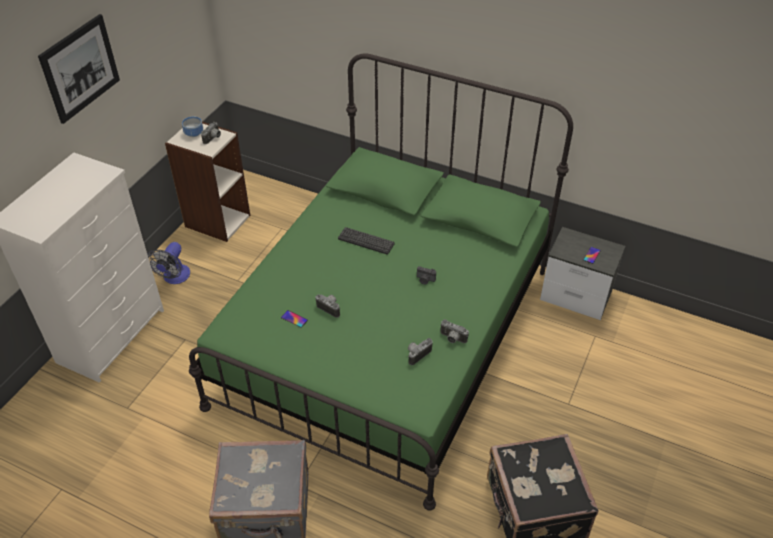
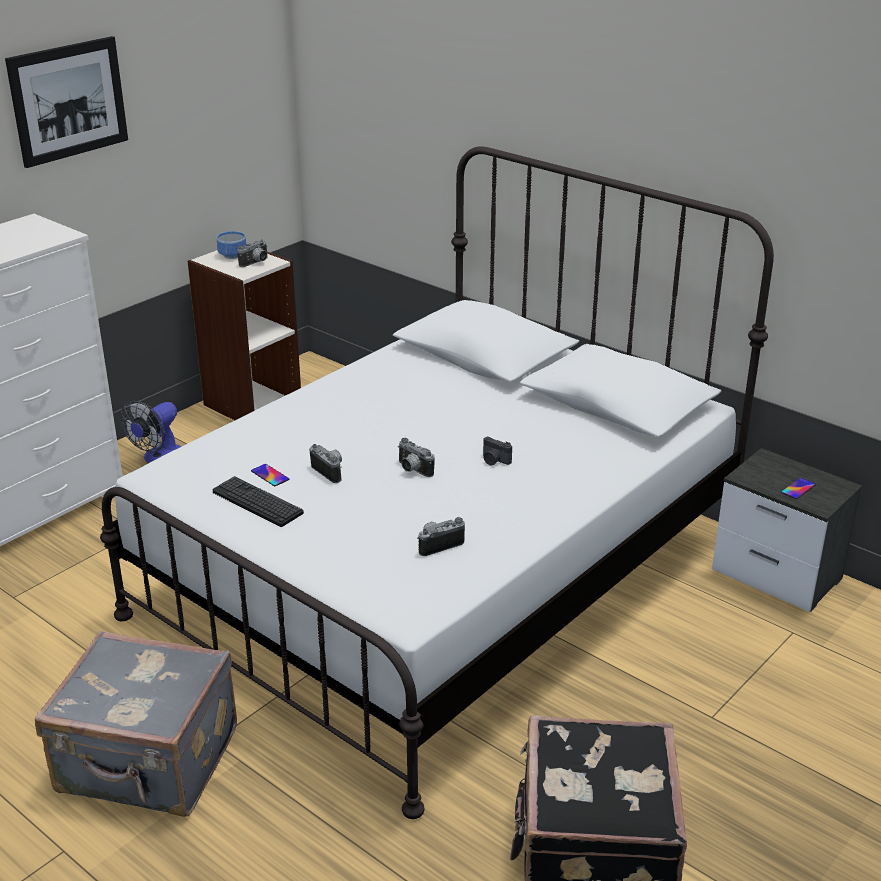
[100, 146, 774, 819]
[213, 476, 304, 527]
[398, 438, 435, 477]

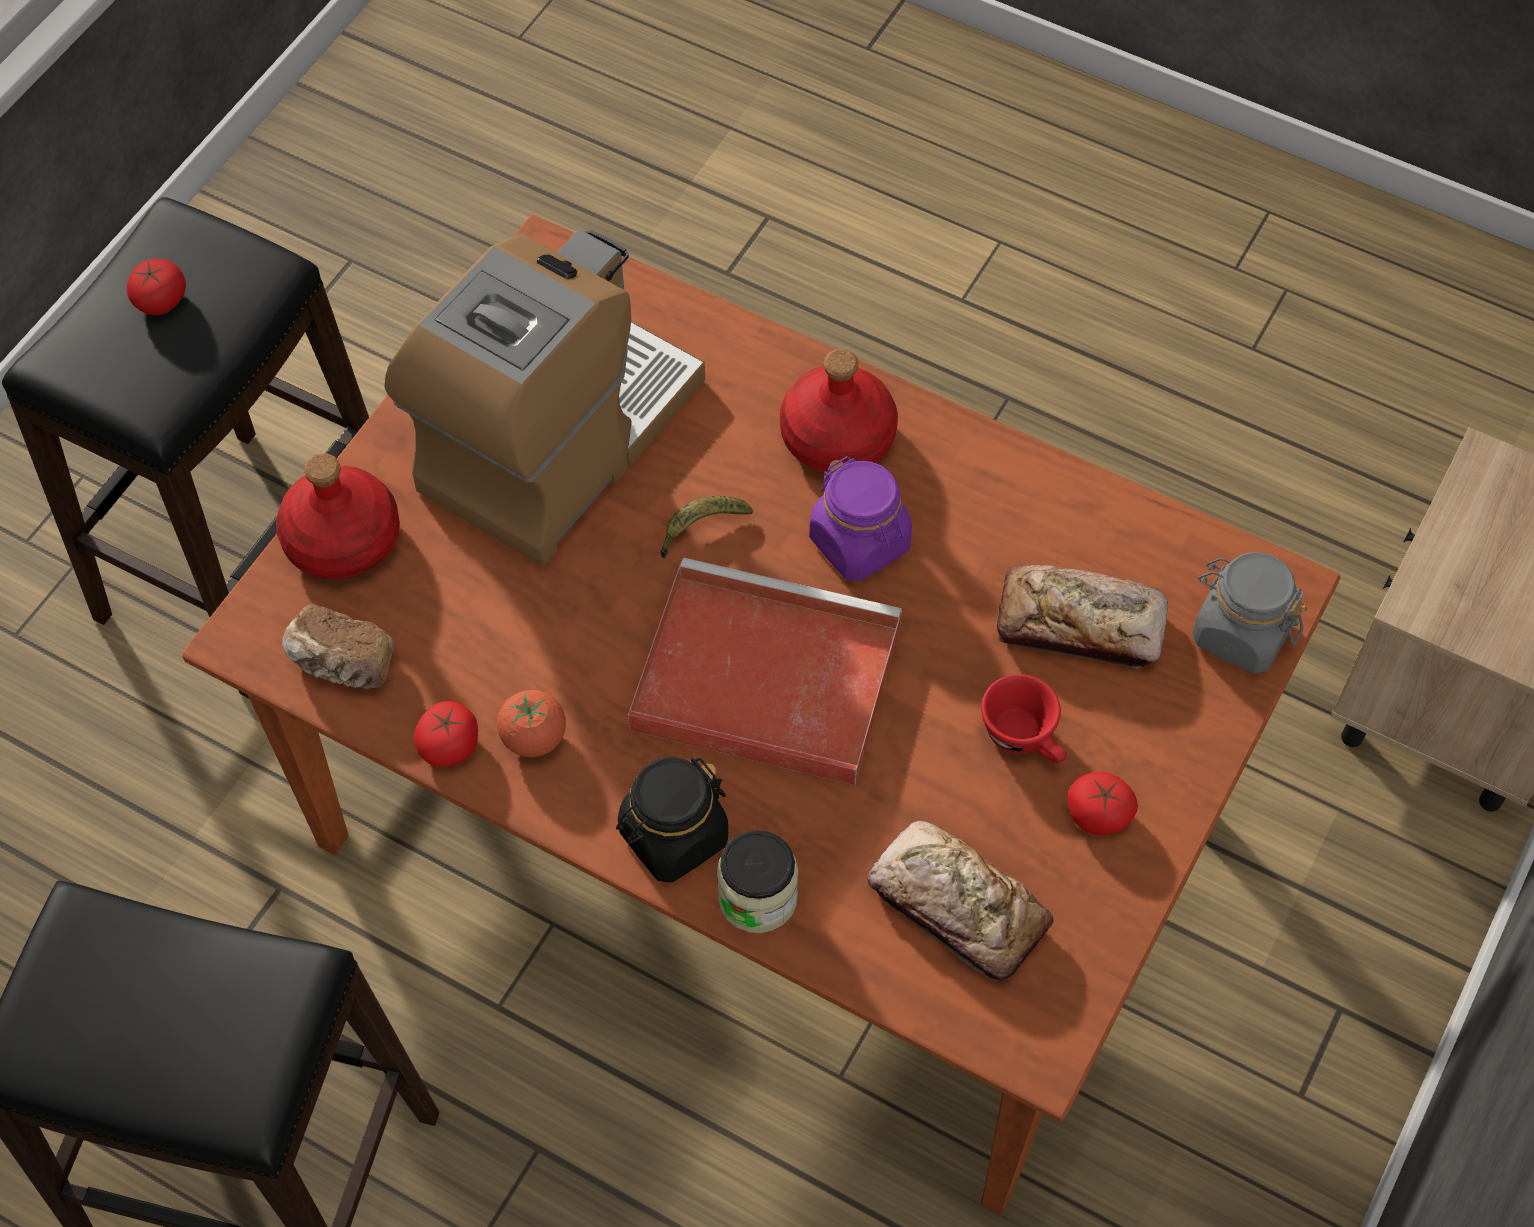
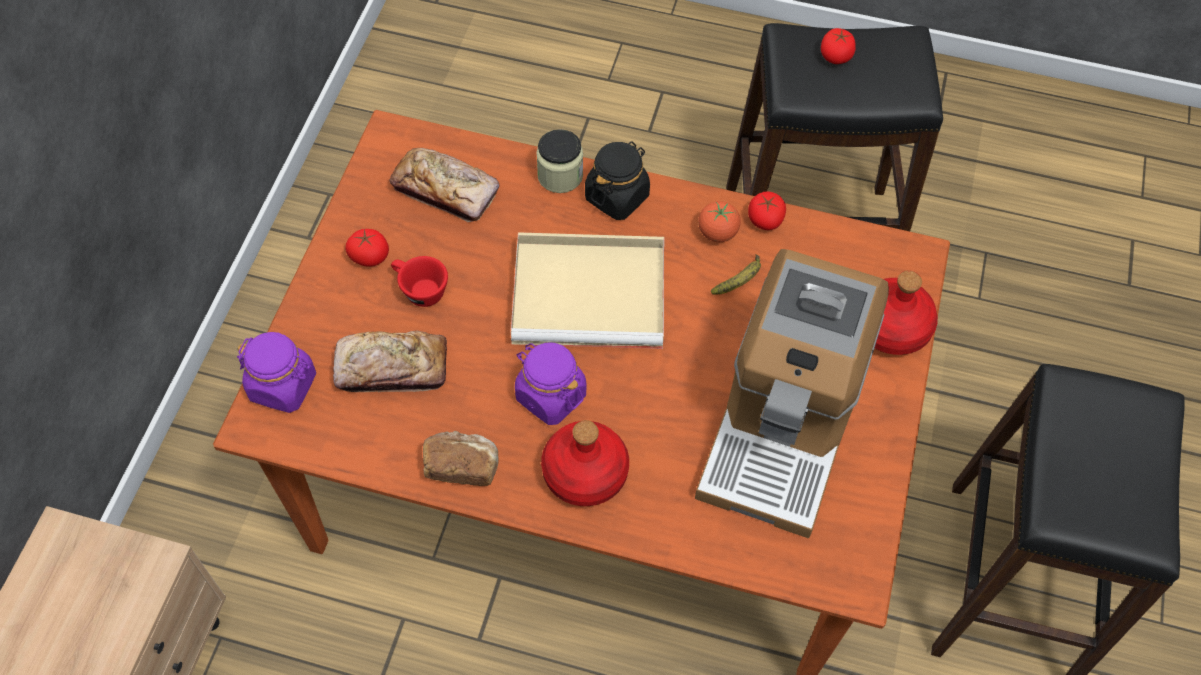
[821, 28, 856, 64]
[711, 254, 761, 294]
[237, 332, 316, 413]
[511, 232, 664, 349]
[423, 431, 499, 486]

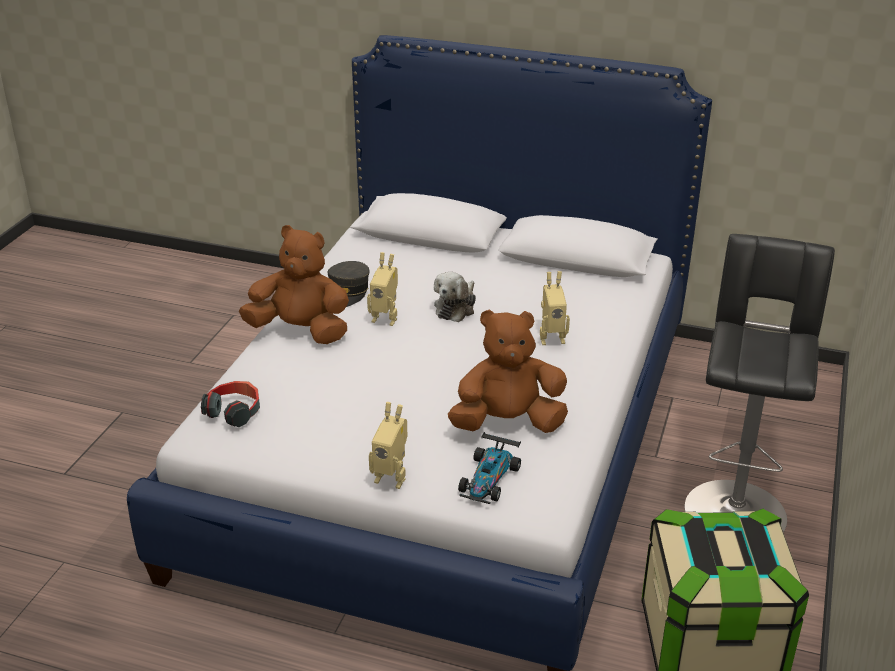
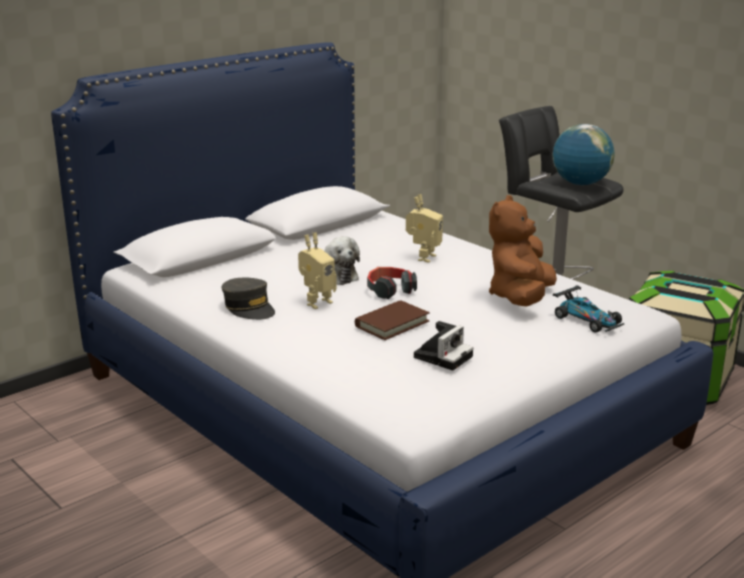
[239, 225, 349, 344] (first image)
[367, 267, 417, 299]
[369, 402, 407, 489] (first image)
[553, 124, 614, 185]
[355, 300, 430, 340]
[414, 321, 473, 371]

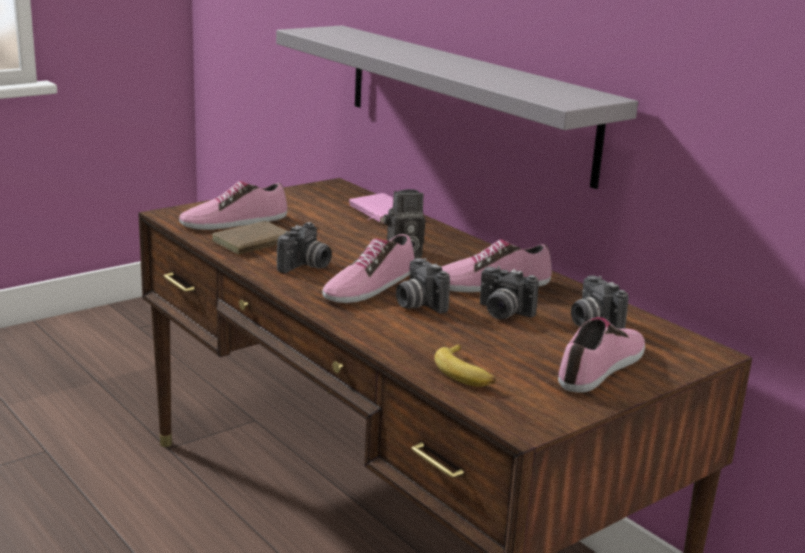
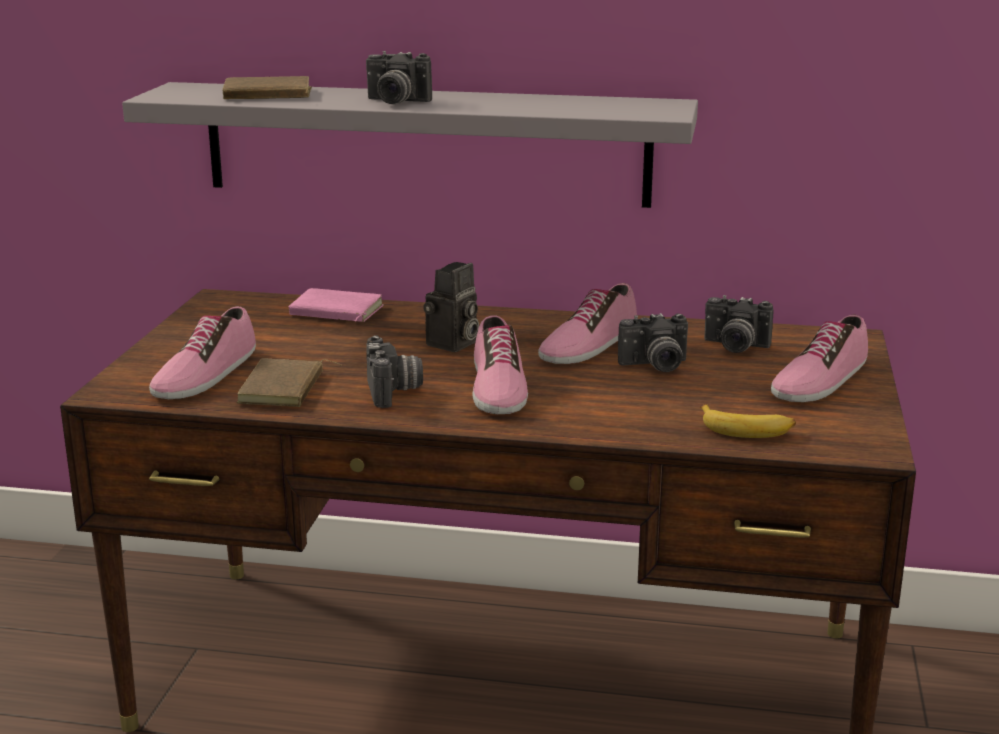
[366, 51, 432, 104]
[771, 314, 868, 402]
[222, 76, 312, 99]

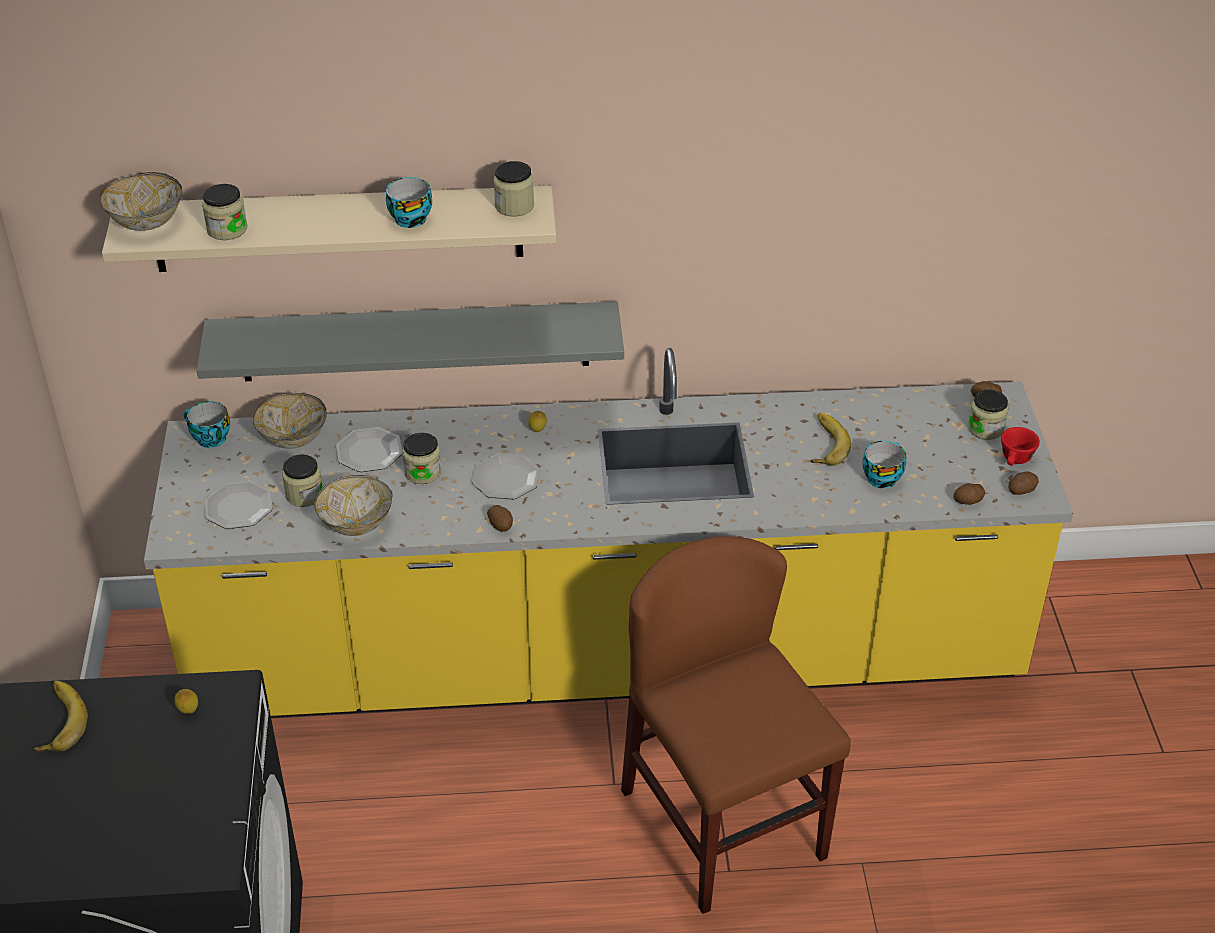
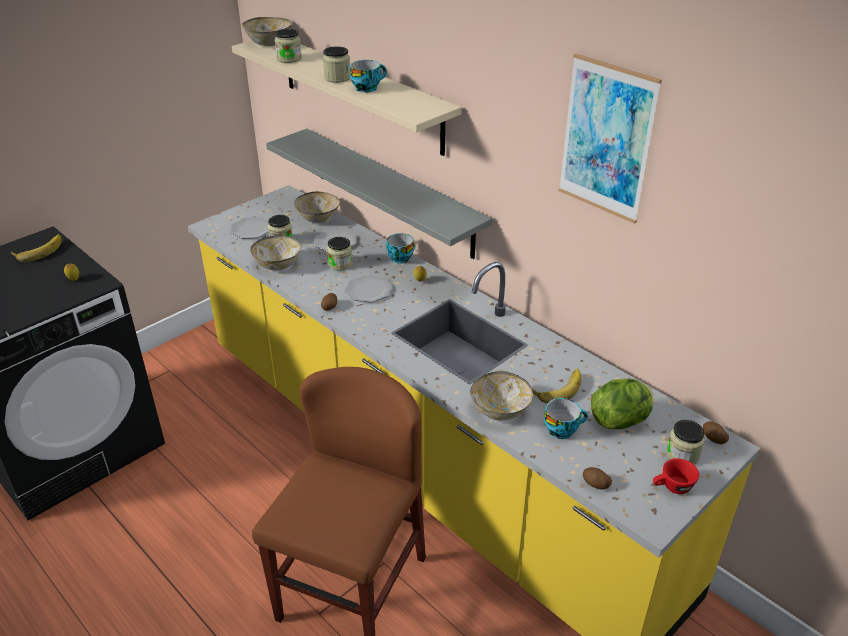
[323, 46, 350, 83]
[386, 233, 414, 264]
[1008, 472, 1039, 495] (first image)
[558, 53, 662, 224]
[470, 371, 533, 421]
[591, 379, 654, 429]

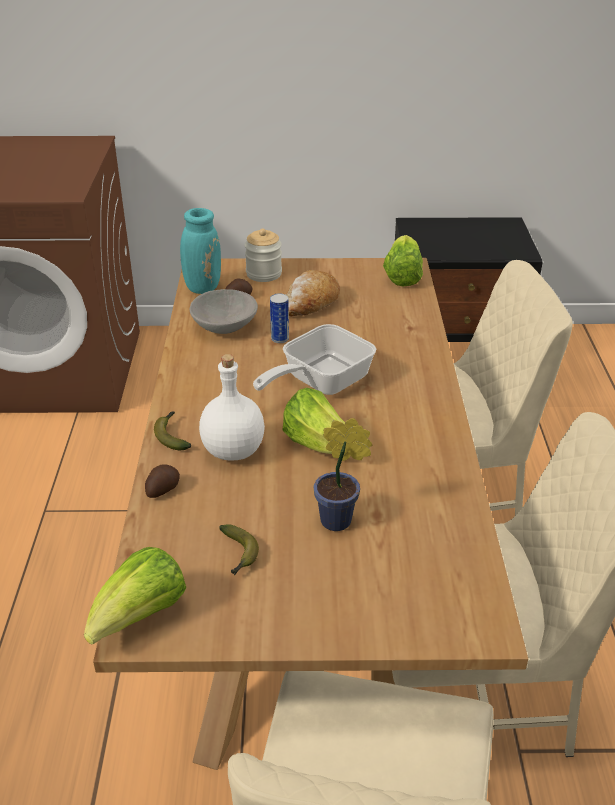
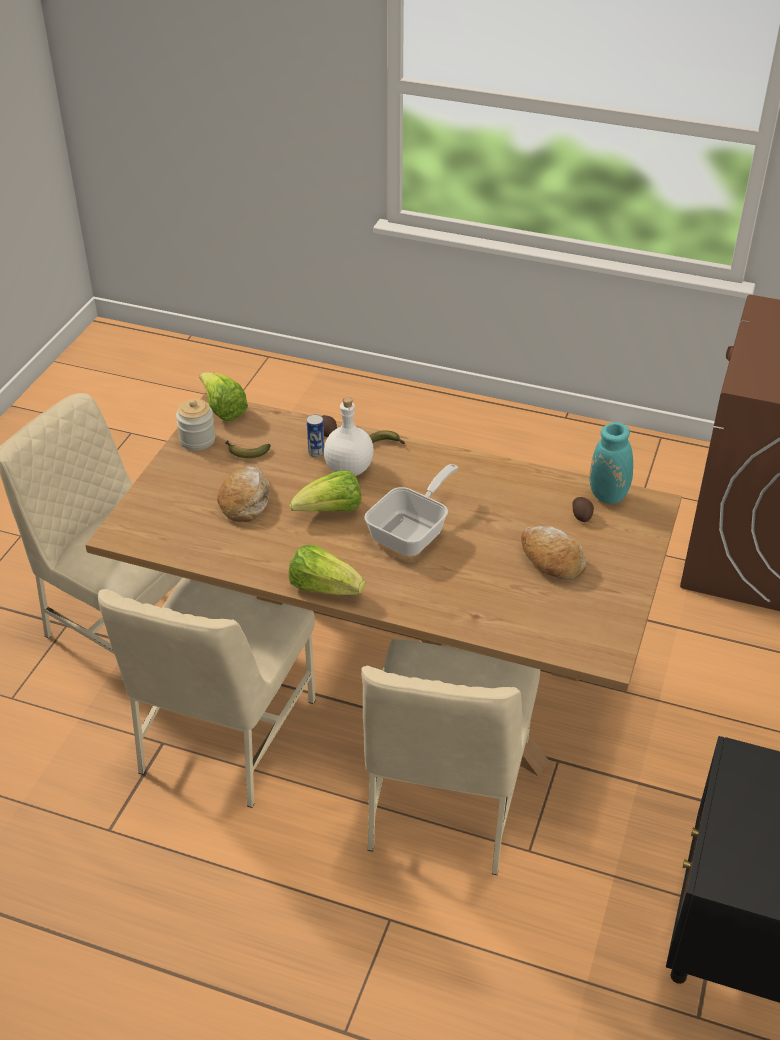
[176, 399, 215, 450]
[289, 545, 365, 595]
[190, 289, 258, 334] (first image)
[307, 414, 324, 458]
[364, 464, 458, 556]
[217, 466, 270, 522]

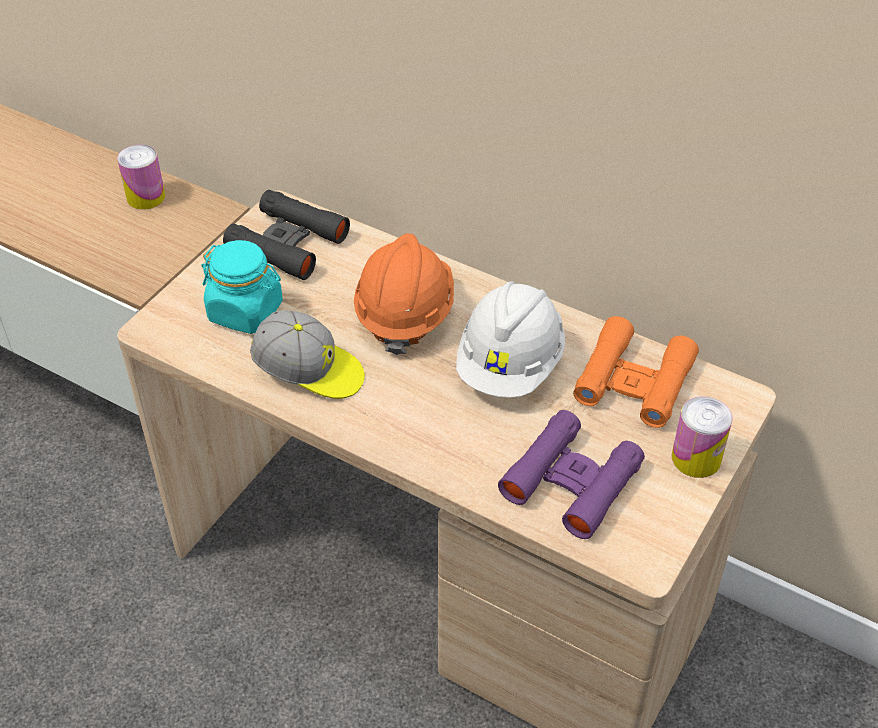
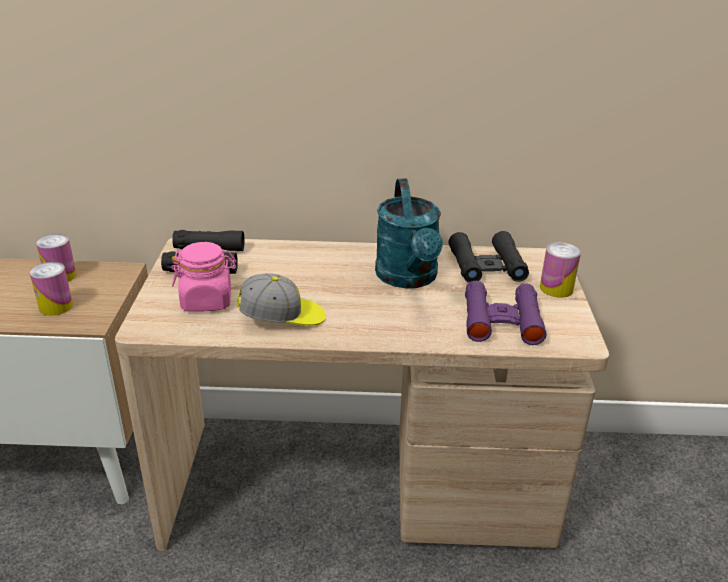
[354, 233, 454, 355] (first image)
[171, 242, 236, 312]
[375, 178, 443, 289]
[449, 231, 529, 283]
[30, 262, 73, 316]

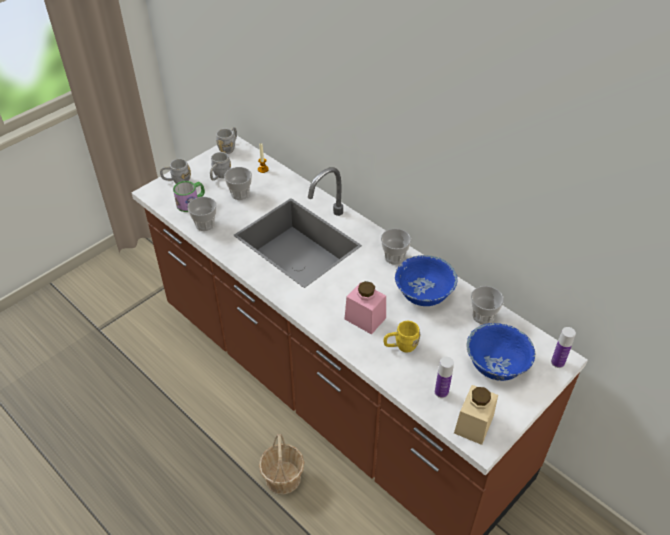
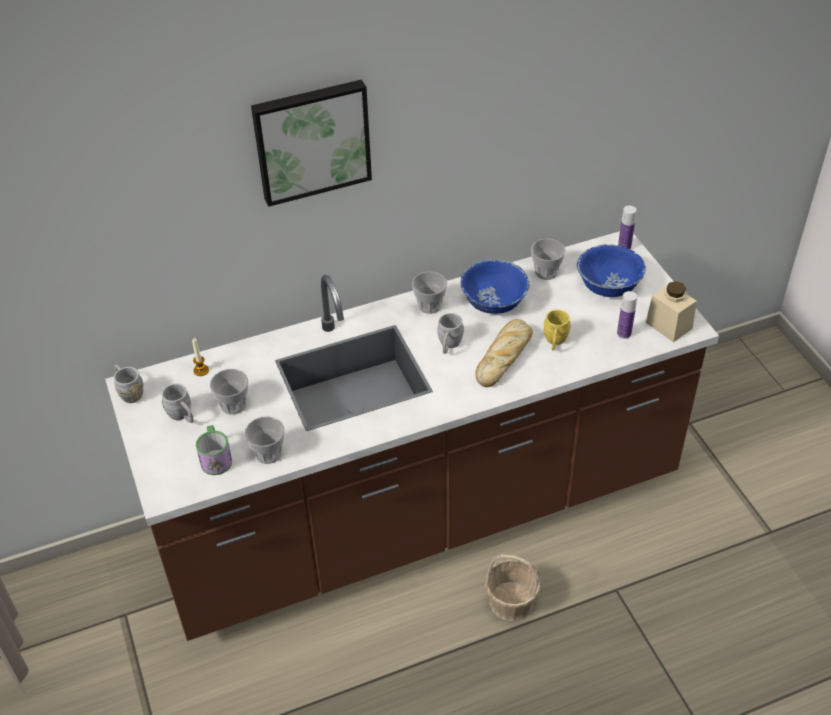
[437, 313, 464, 354]
[475, 319, 533, 387]
[251, 80, 372, 207]

